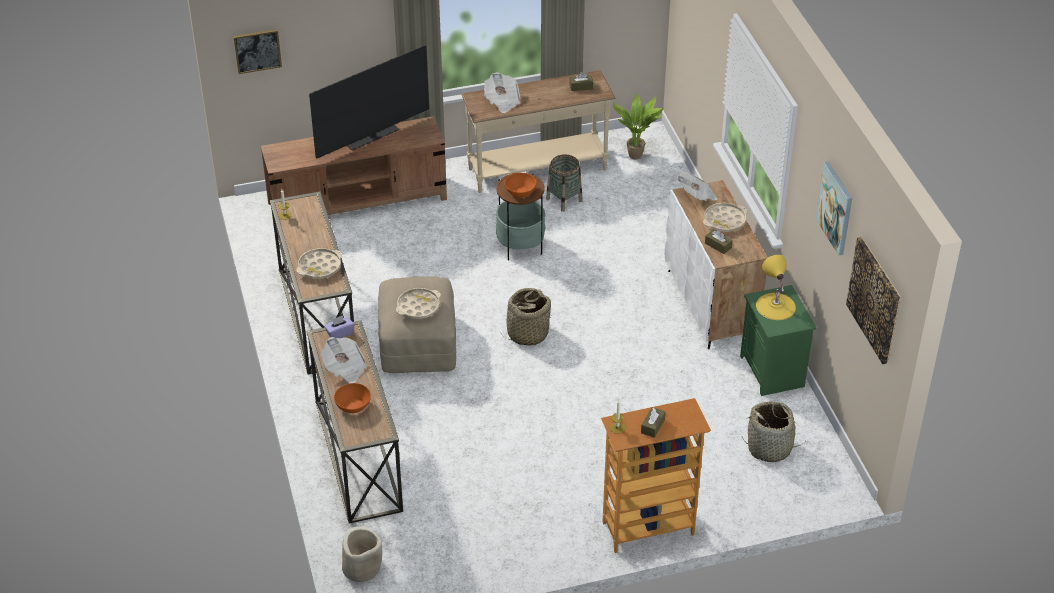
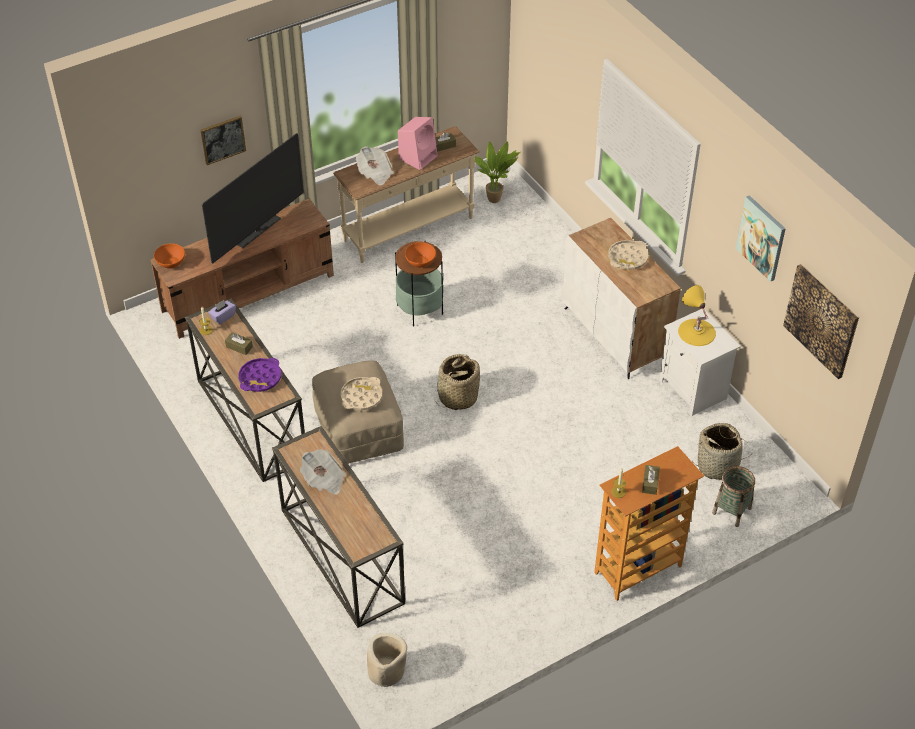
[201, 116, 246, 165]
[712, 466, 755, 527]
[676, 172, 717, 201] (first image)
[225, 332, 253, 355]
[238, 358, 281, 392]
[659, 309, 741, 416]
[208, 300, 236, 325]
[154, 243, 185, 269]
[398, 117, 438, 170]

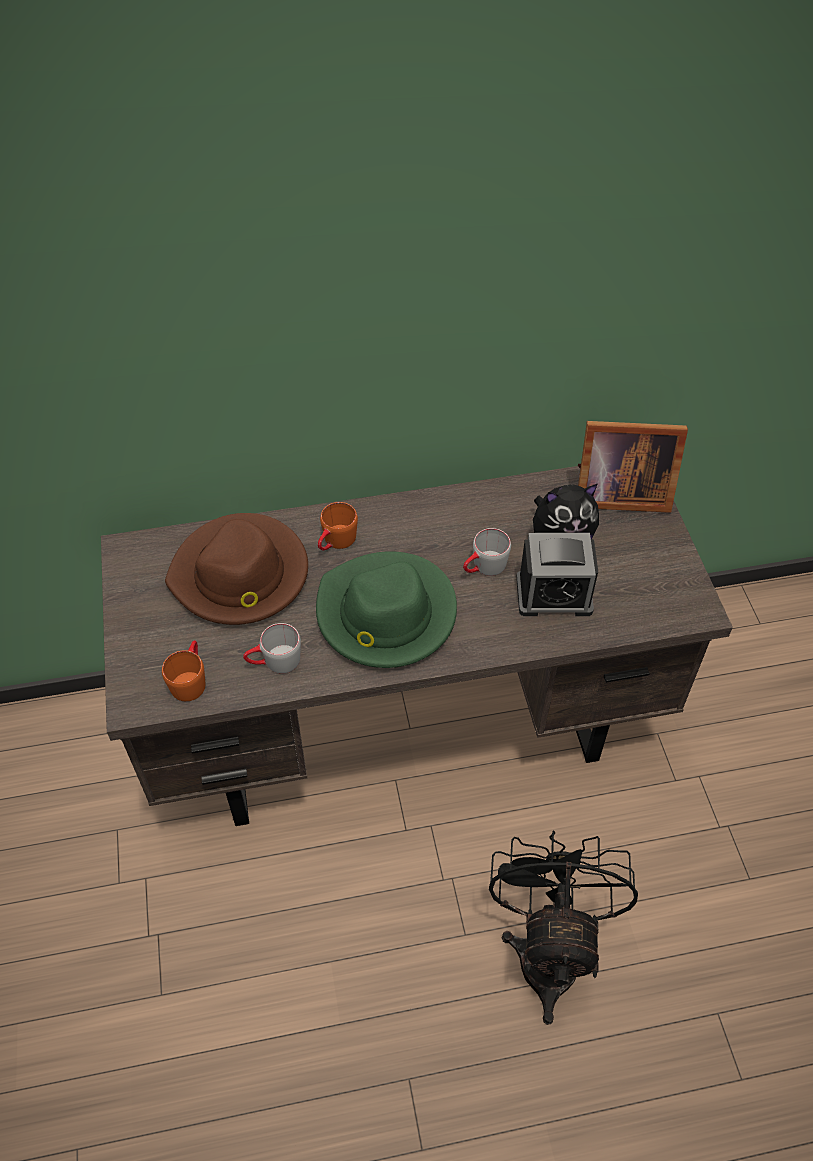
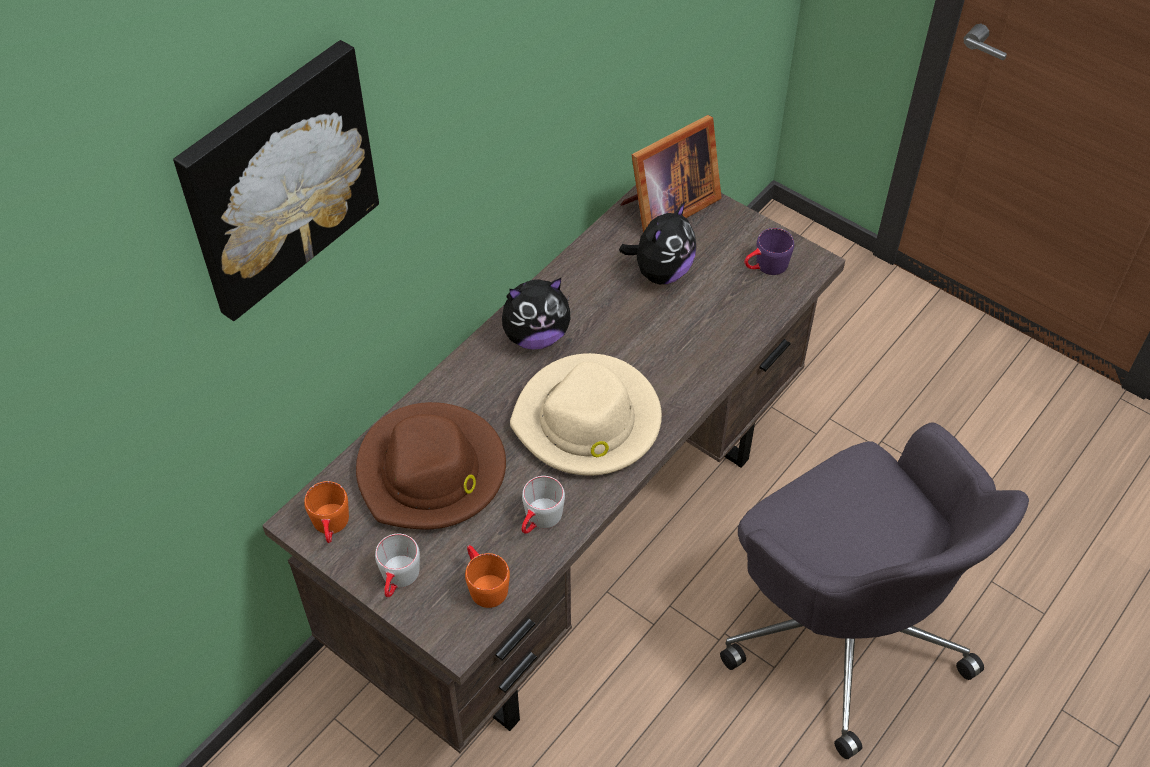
[304, 481, 349, 543]
[375, 534, 420, 597]
[516, 533, 598, 616] (first image)
[510, 353, 662, 475]
[720, 422, 1029, 759]
[173, 40, 379, 321]
[744, 228, 794, 275]
[502, 278, 571, 350]

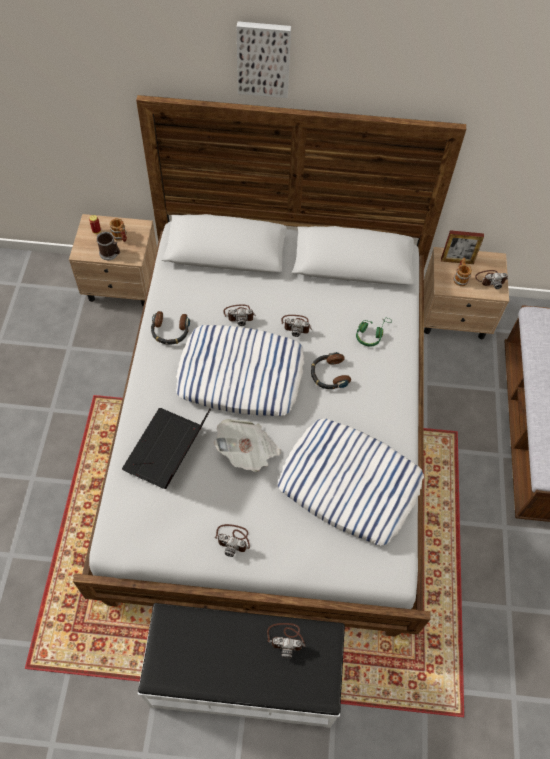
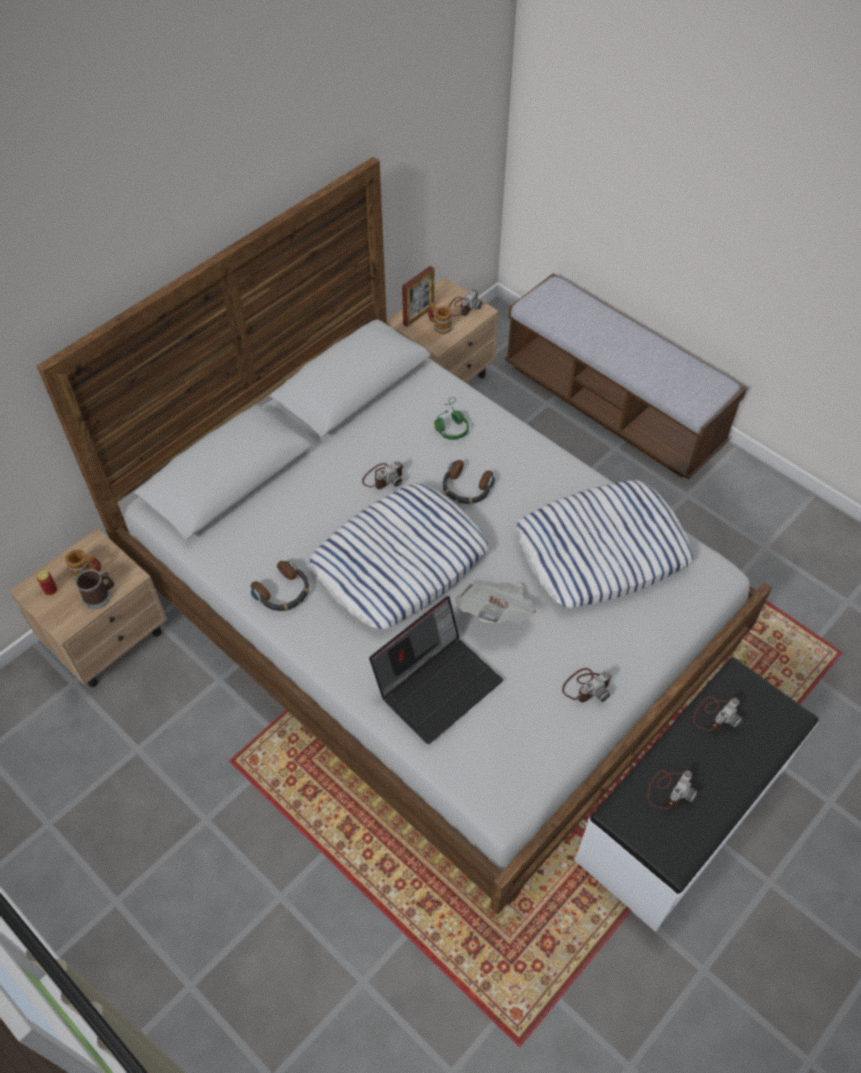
[237, 21, 291, 98] (first image)
[647, 770, 698, 810]
[369, 596, 503, 744]

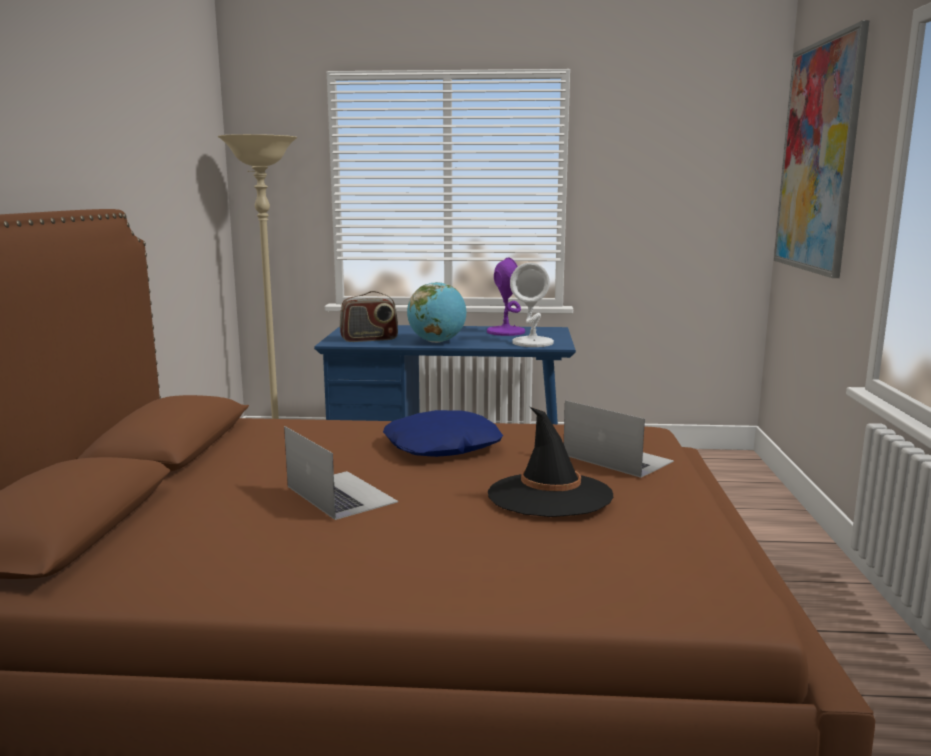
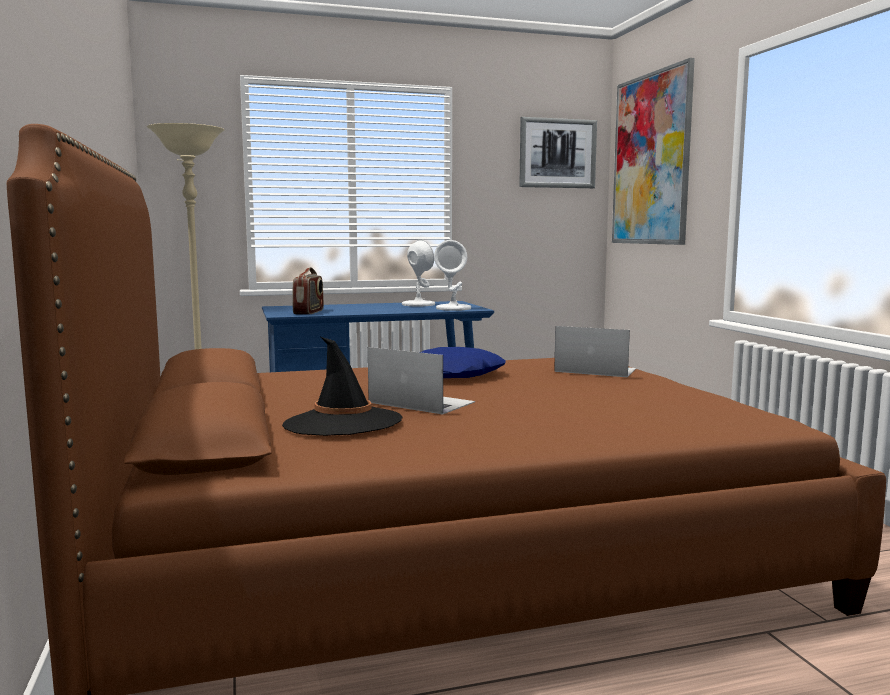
[402, 239, 435, 306]
[407, 282, 466, 343] (first image)
[293, 267, 324, 314]
[282, 337, 403, 436]
[519, 117, 597, 188]

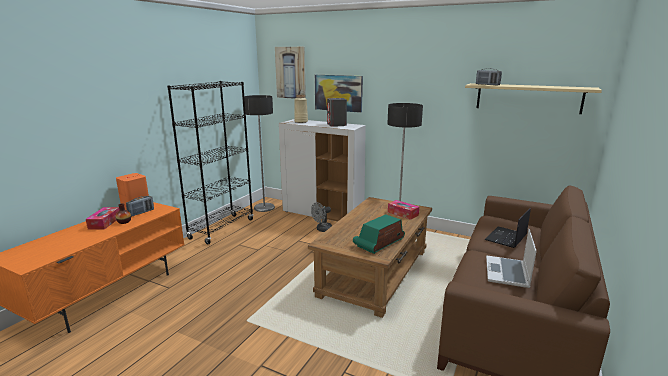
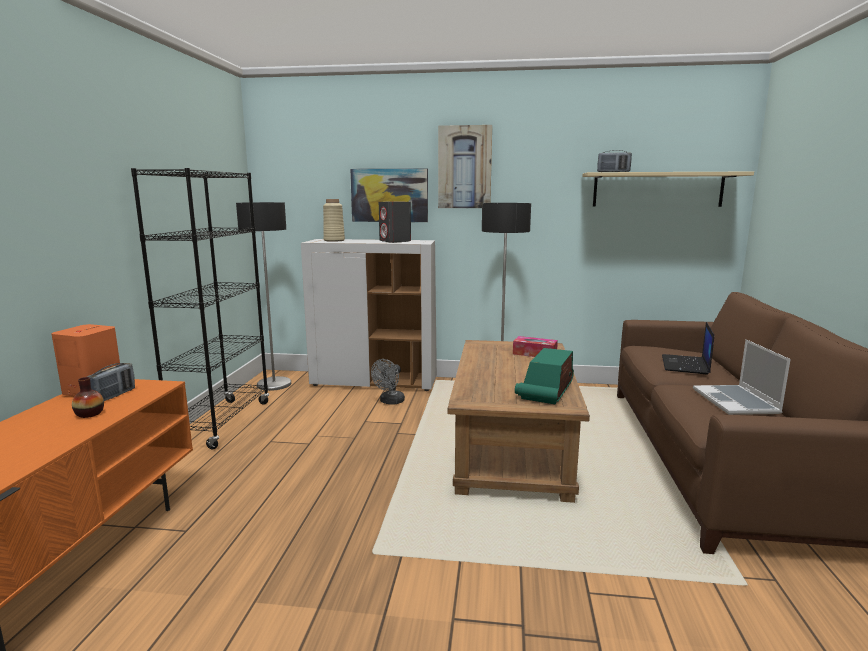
[438, 125, 492, 208]
[86, 207, 120, 230] (first image)

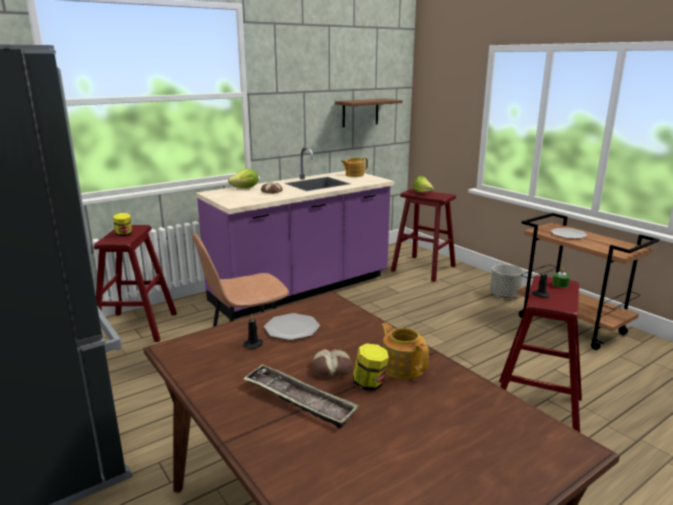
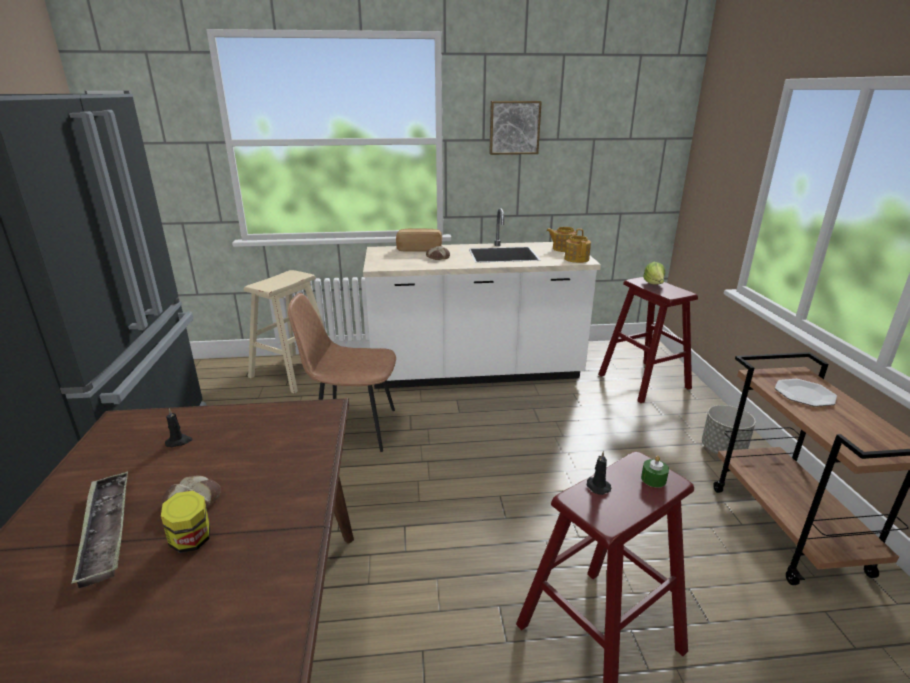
[335, 99, 403, 127] (first image)
[363, 208, 601, 389]
[396, 229, 442, 252]
[113, 213, 132, 236] (first image)
[244, 270, 326, 394]
[264, 313, 320, 340] (first image)
[564, 234, 591, 263]
[489, 101, 542, 155]

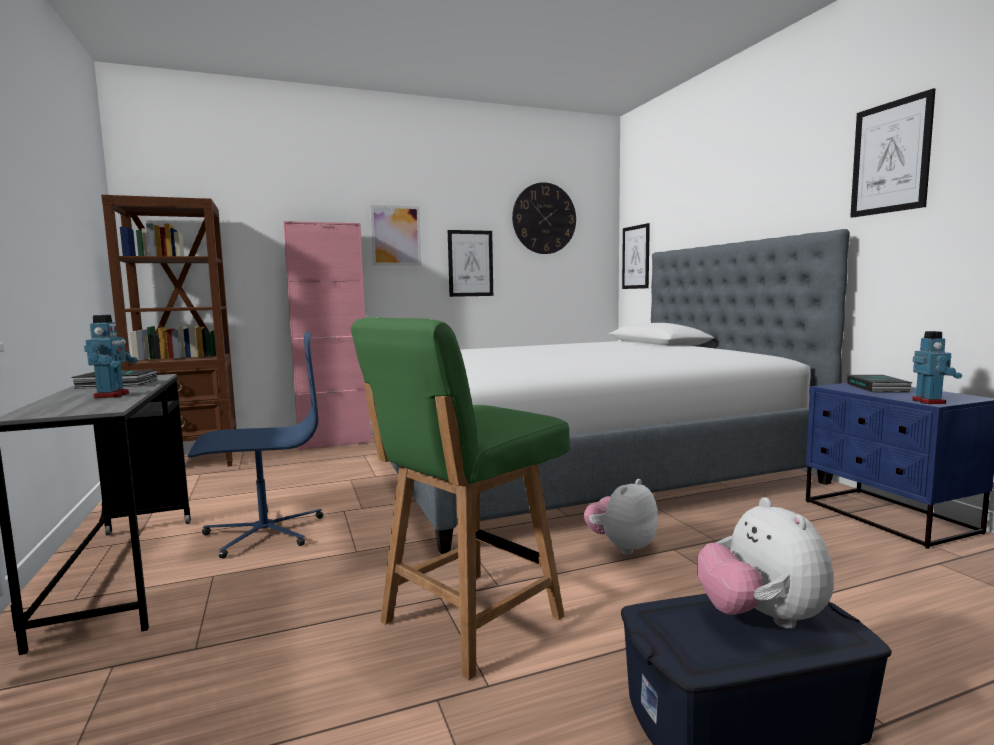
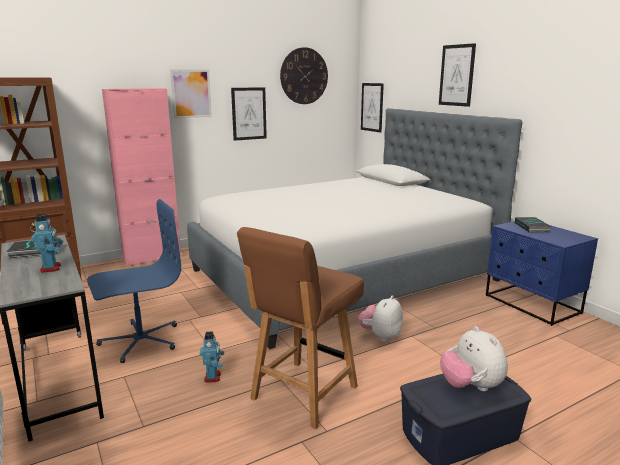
[439, 43, 476, 107]
[237, 227, 364, 429]
[200, 332, 224, 383]

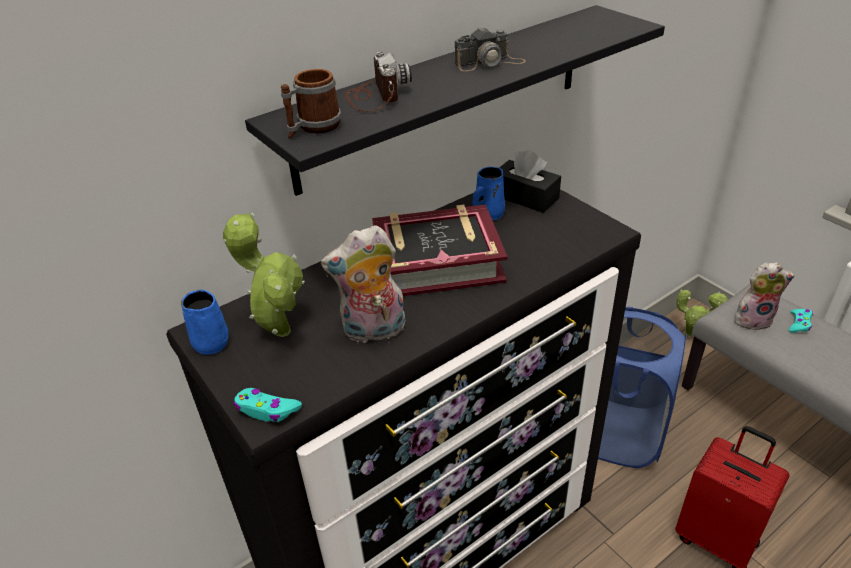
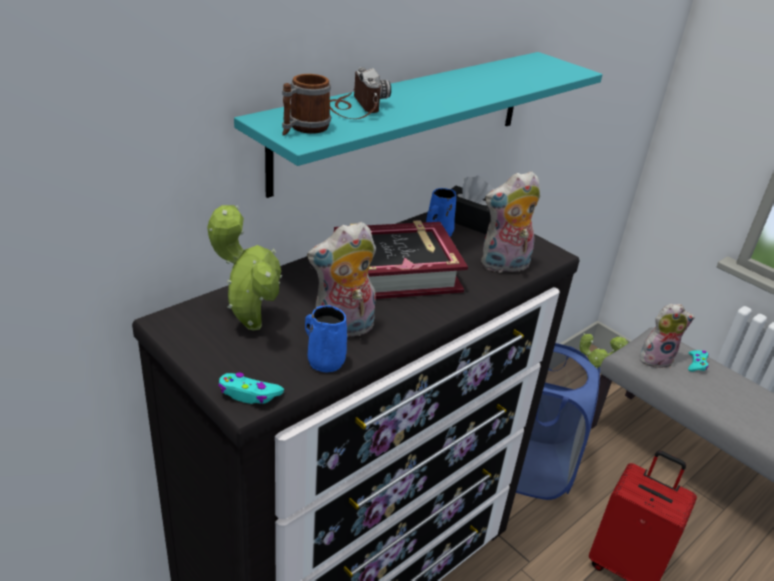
[234, 52, 603, 198]
[455, 27, 526, 71] (first image)
[305, 305, 347, 373]
[481, 171, 540, 273]

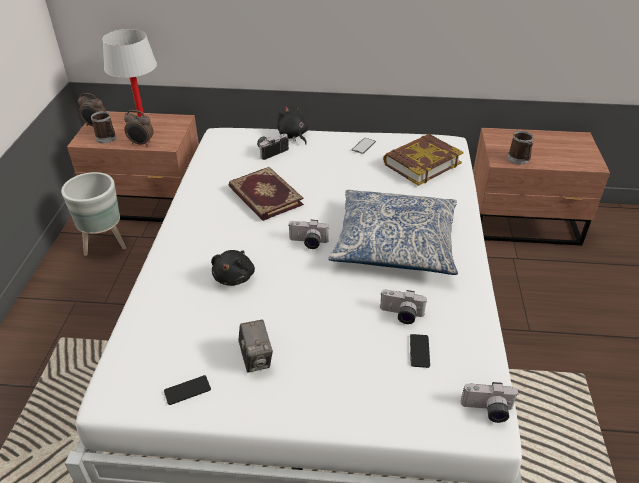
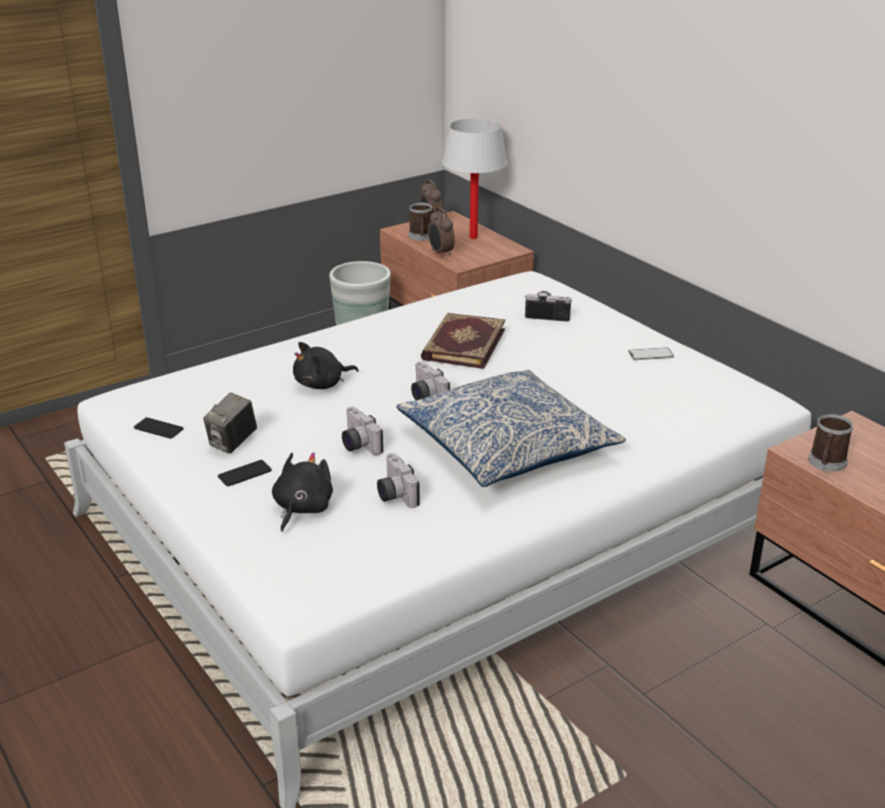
[272, 452, 333, 532]
[383, 134, 463, 186] (first image)
[218, 460, 272, 486]
[342, 407, 383, 455]

